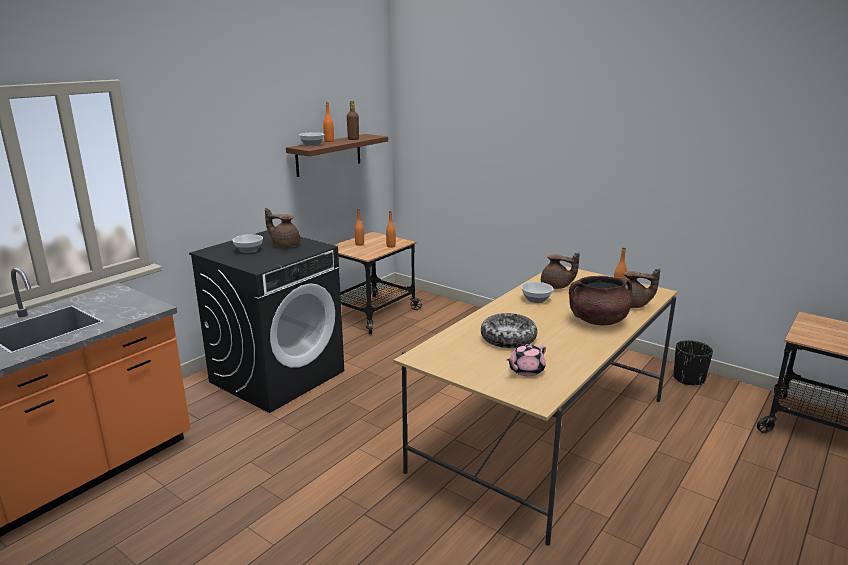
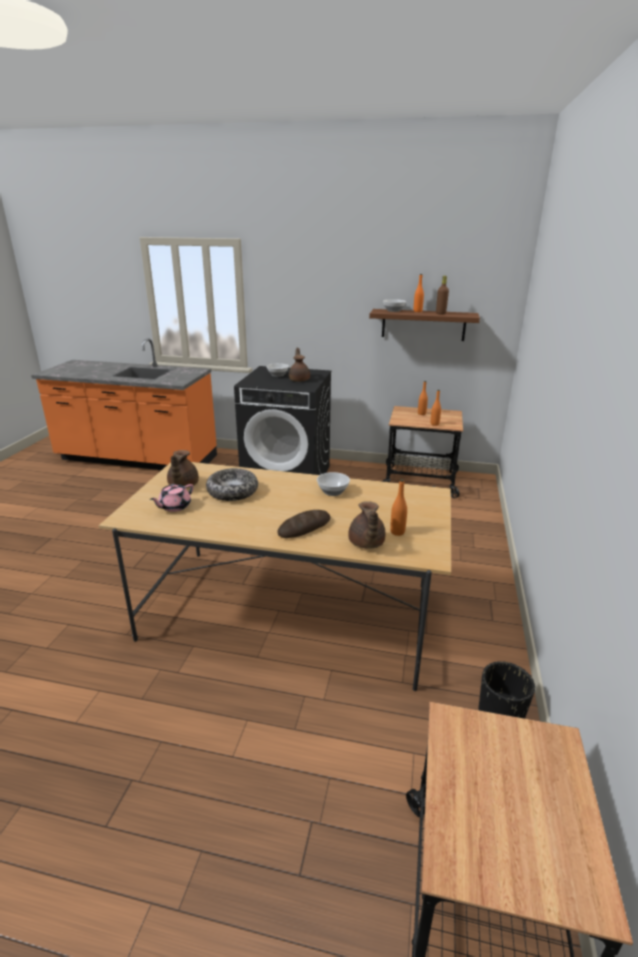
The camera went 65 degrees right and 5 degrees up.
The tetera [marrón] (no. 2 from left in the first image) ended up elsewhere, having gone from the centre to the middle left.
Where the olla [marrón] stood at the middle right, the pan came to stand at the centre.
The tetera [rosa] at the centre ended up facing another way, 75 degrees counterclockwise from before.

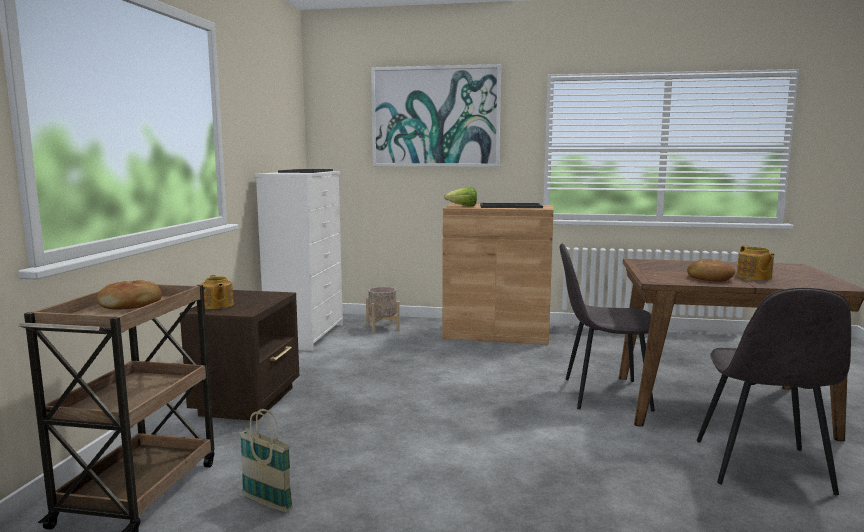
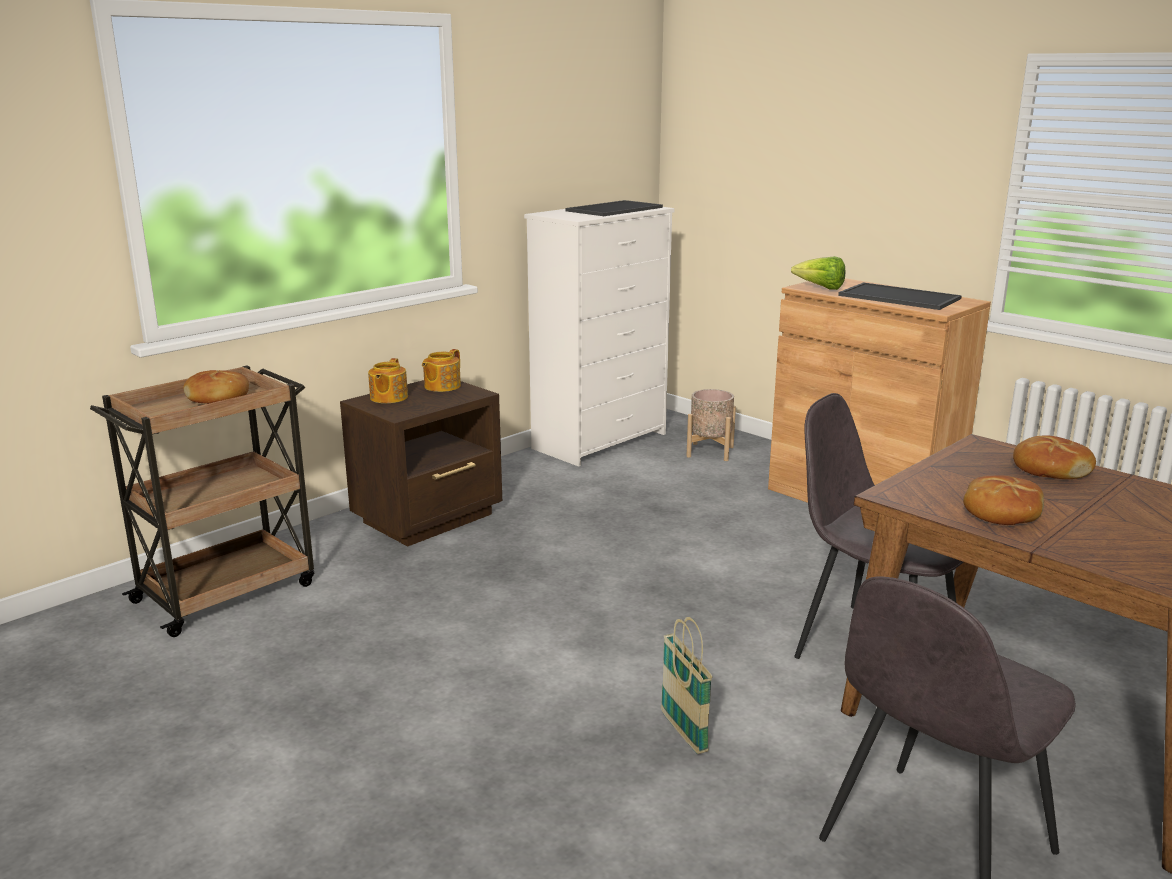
The camera went 35 degrees right and 10 degrees up.
The second view lost the cuadro at the top centre.
The tetera (no. 2 from left) ended up elsewhere, having gone from the middle right to the centre.
The cesta ended up elsewhere, having gone from the bottom left to the bottom centre.
The second view gained the pan (no. 3 from left) at the middle right.

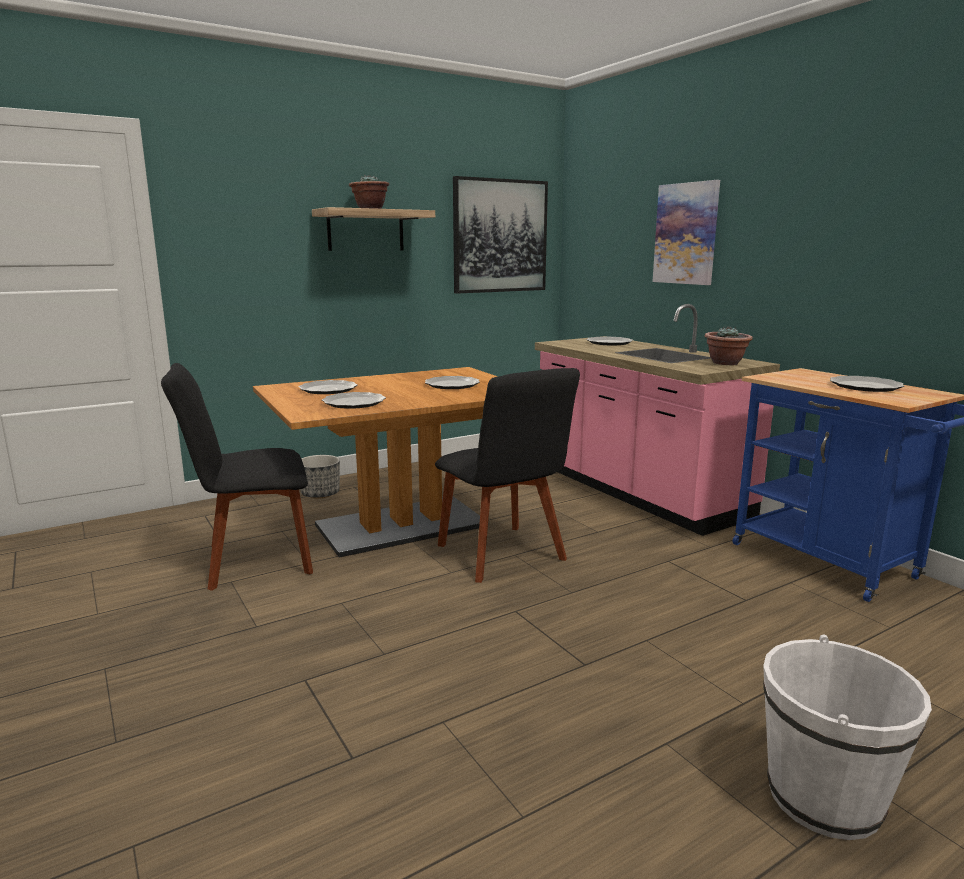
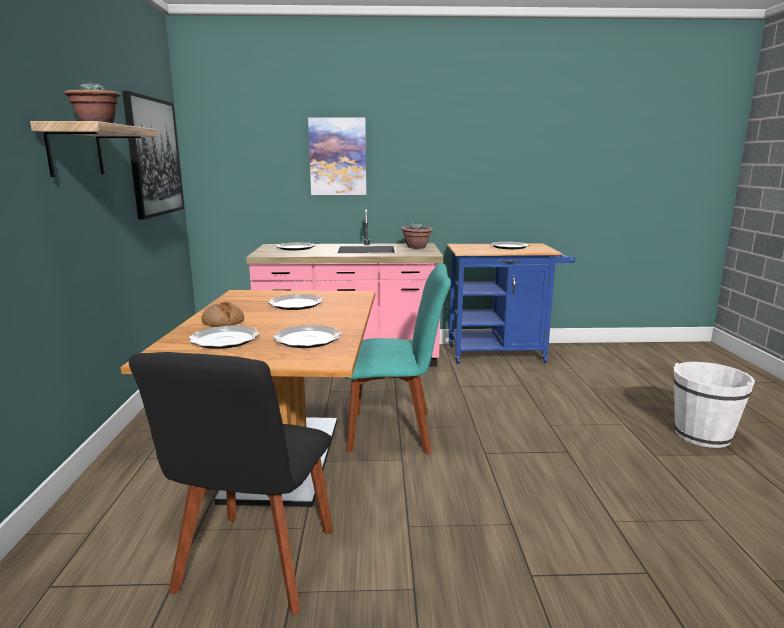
The camera went 60 degrees left and 0 degrees up.
What was the silla [negro] (no. 2 from left) at the centre turned into the silla [turquesa] at the centre.
The second view lost the maceta at the middle left.
The second view gained the pan at the middle left.

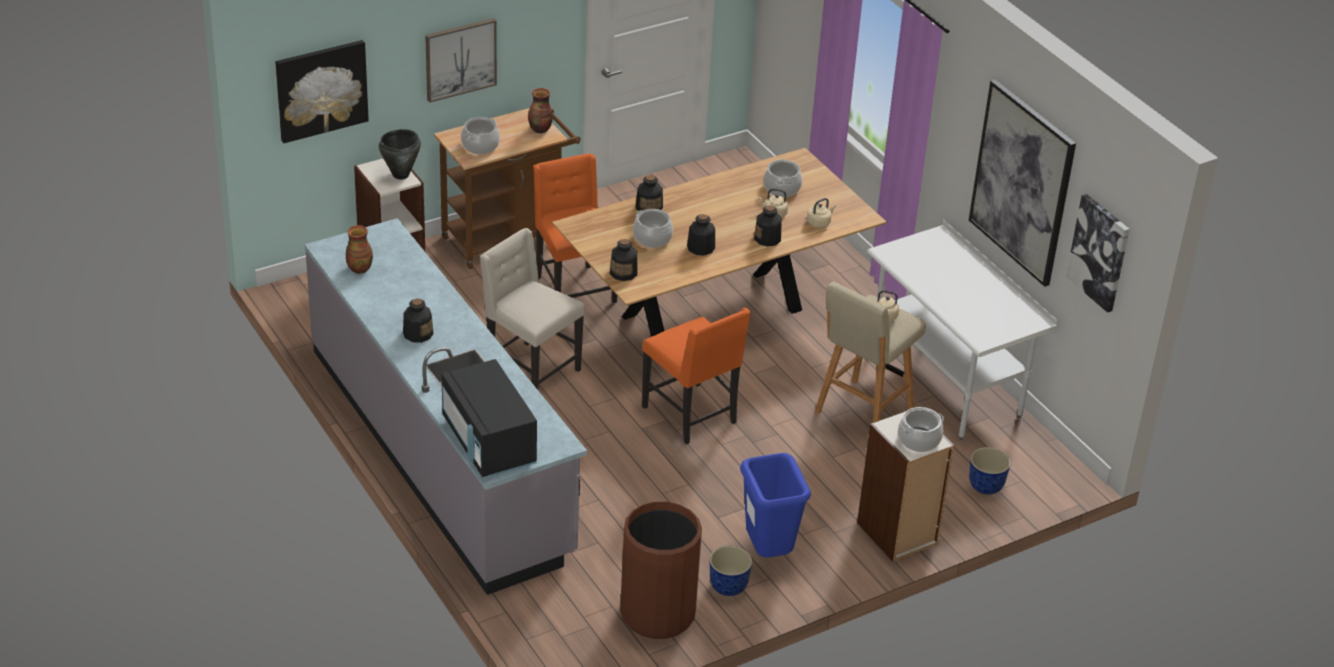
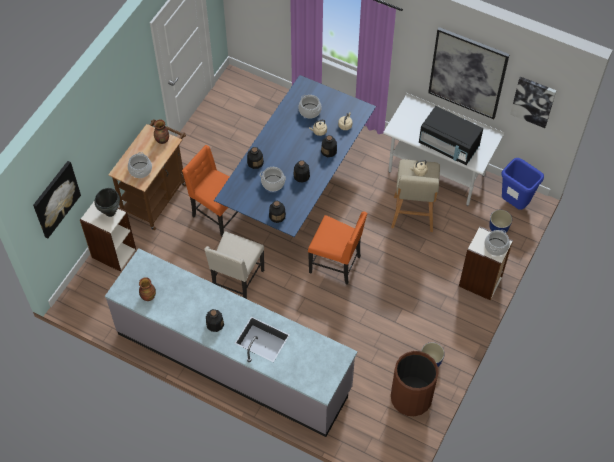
The camera went 30 degrees left and 20 degrees up.
The second view lost the cuadro (no. 2 from left) at the top centre.
What was the mesa de comedor [marrón] at the centre turned into the mesa de comedor [azul] at the centre.
The silla [beis] at the centre ended up facing another way, 75 degrees counterclockwise from before.
The microondas [negro] ended up elsewhere, having gone from the centre to the top right.
The papelera [azul] ended up elsewhere, having gone from the bottom centre to the middle right.

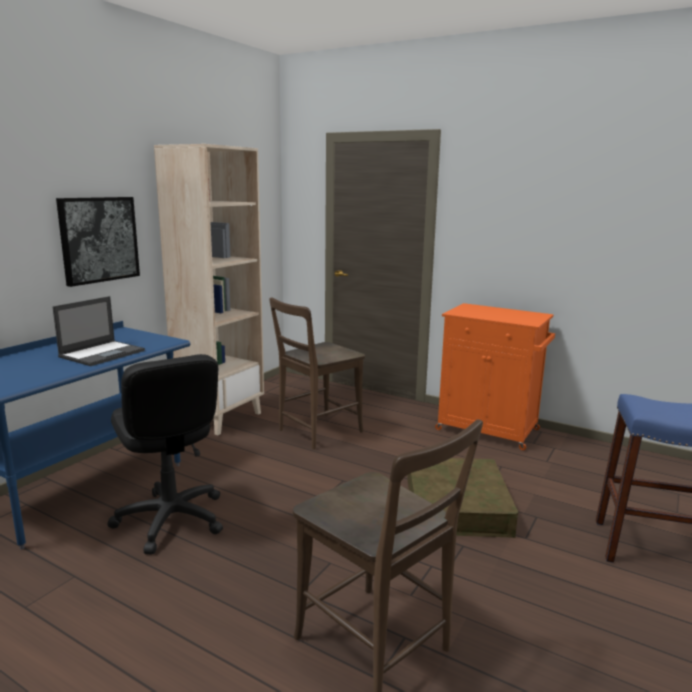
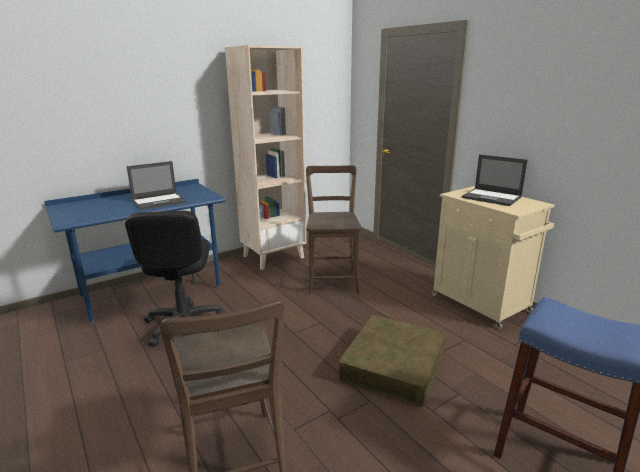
The camera went 25 degrees right and 5 degrees up.
The second view lost the cuadro at the middle left.
The silla [marrón] (no. 1 from left in the first image) at the centre ended up facing another way, 105 degrees clockwise from before.
What was the armario [naranja] at the middle right turned into the armario [beis] at the middle right.
The second view gained the portátil (no. 2 from left) at the middle right.

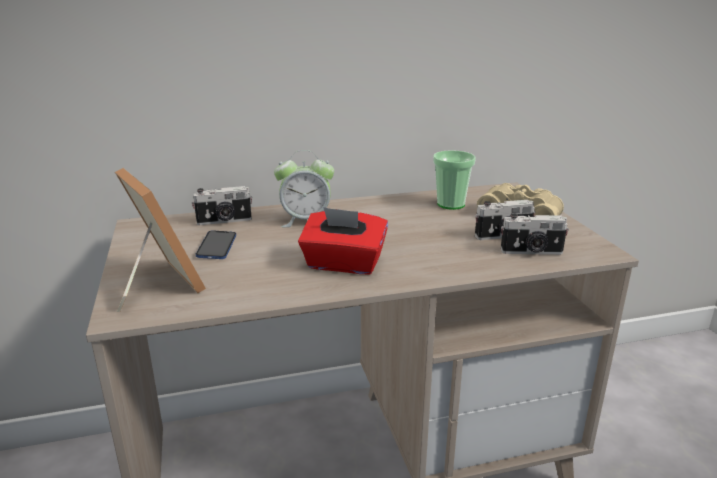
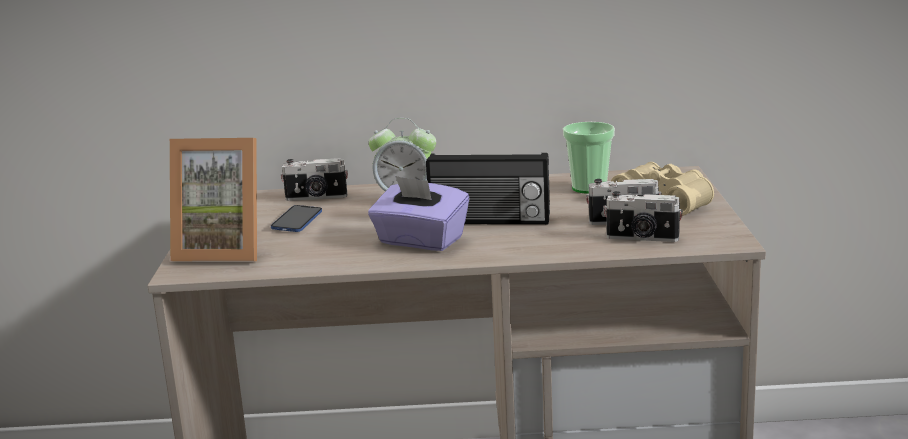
The camera went 15 degrees right and 5 degrees down.
The portarretratos at the middle left ended up facing another way, 120 degrees clockwise from before.
What was the caja de pañuelos [rojo] at the centre turned into the caja de pañuelos [morado] at the centre.
The second view gained the radio at the centre.

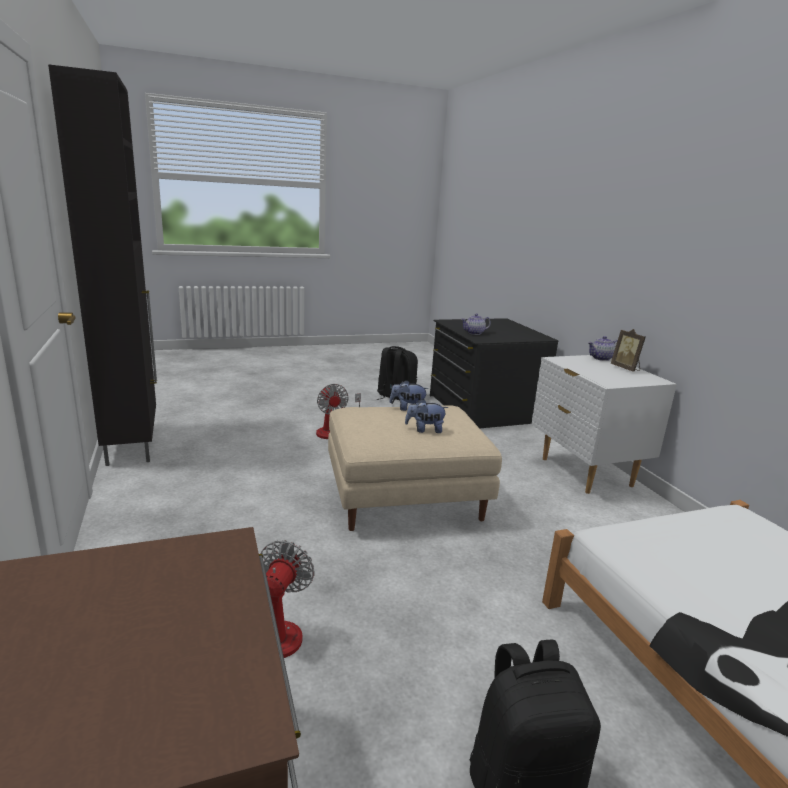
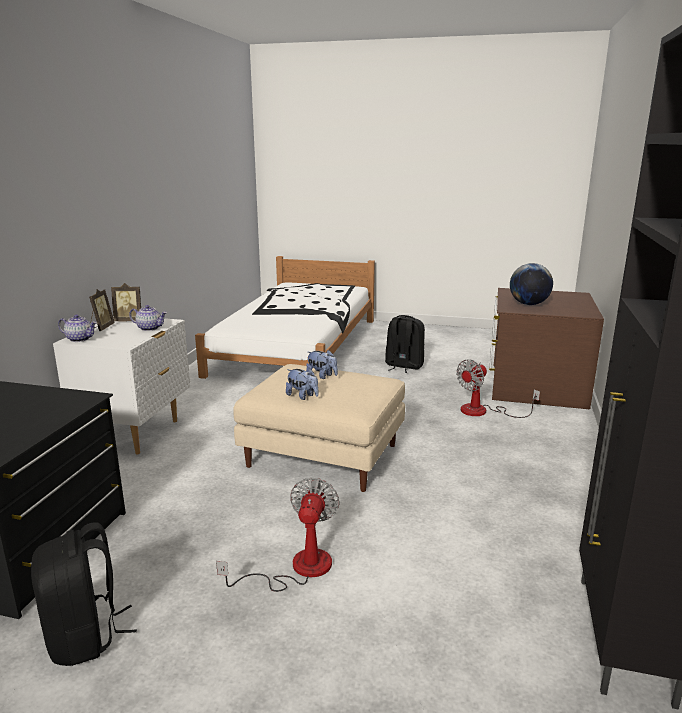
The camera went 145 degrees left and 0 degrees up.
The tetera (no. 1 from left in the first image) ended up elsewhere, having gone from the centre to the middle left.
The second view gained the globo terráqueo at the middle right.
The second view gained the portarretratos (no. 2 from left) at the middle left.

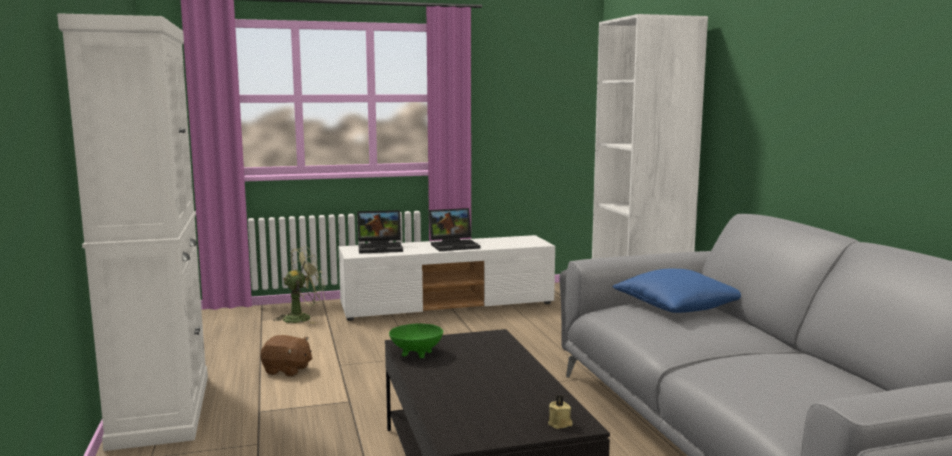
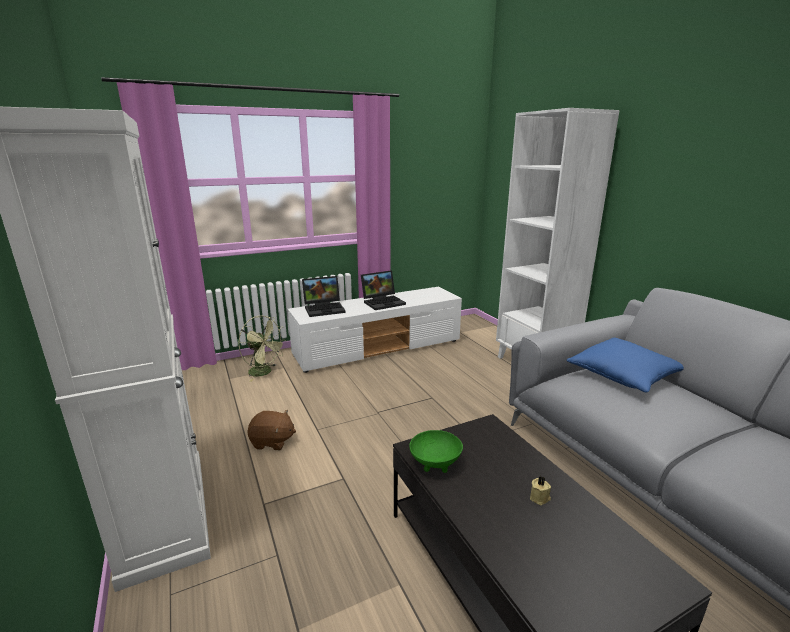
The camera went 10 degrees left and 10 degrees up.
The ventilador [verde] at the middle left ended up facing another way, 75 degrees clockwise from before.
The vela [beis] ended up elsewhere, having gone from the bottom centre to the bottom right.

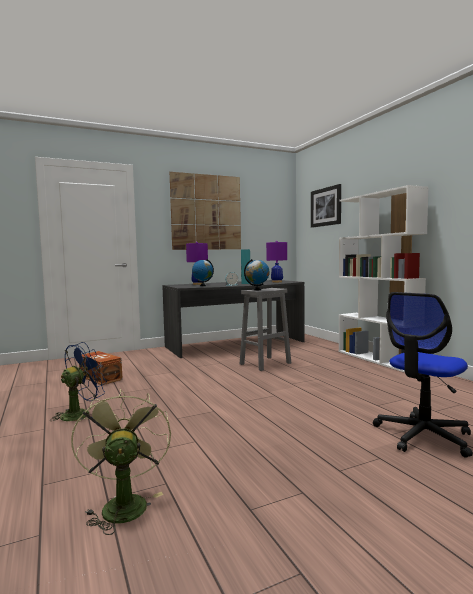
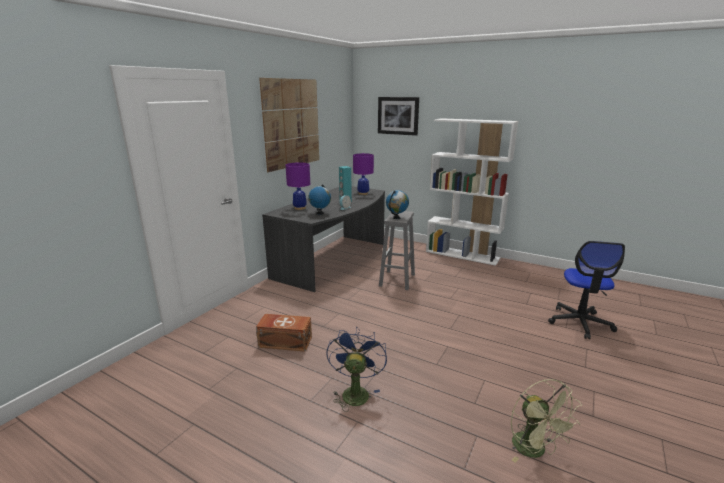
The camera went 35 degrees left and 15 degrees up.
The ventilador [verde] at the bottom left ended up facing another way, 150 degrees counterclockwise from before.

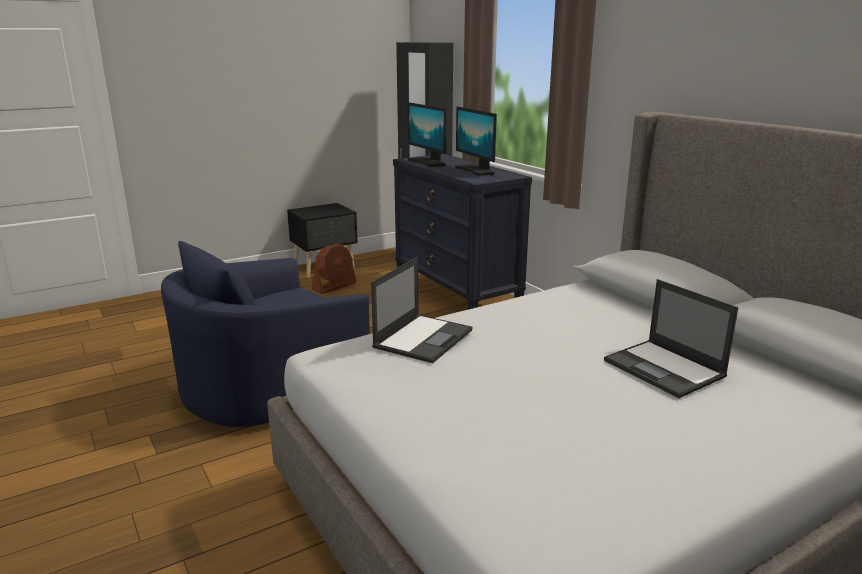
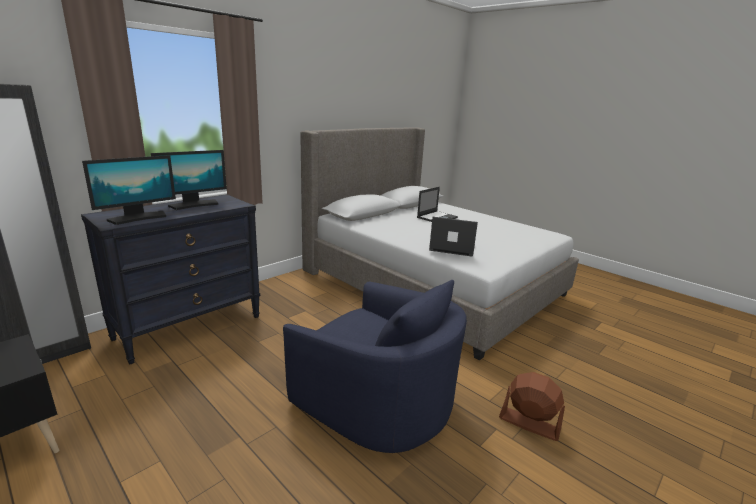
The camera went 105 degrees left and 0 degrees up.
The ventilador [marrón] ended up elsewhere, having gone from the centre to the bottom right.

